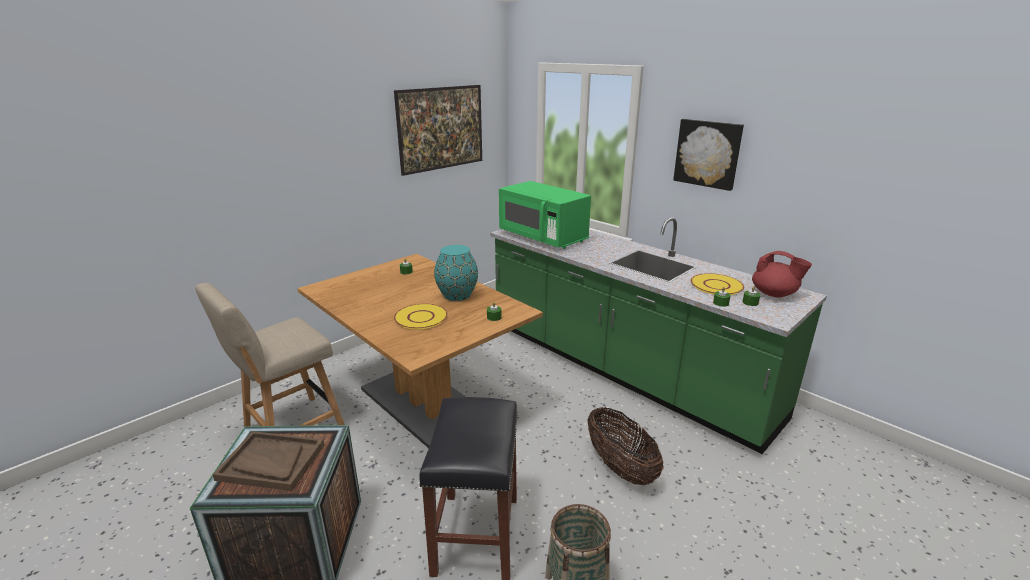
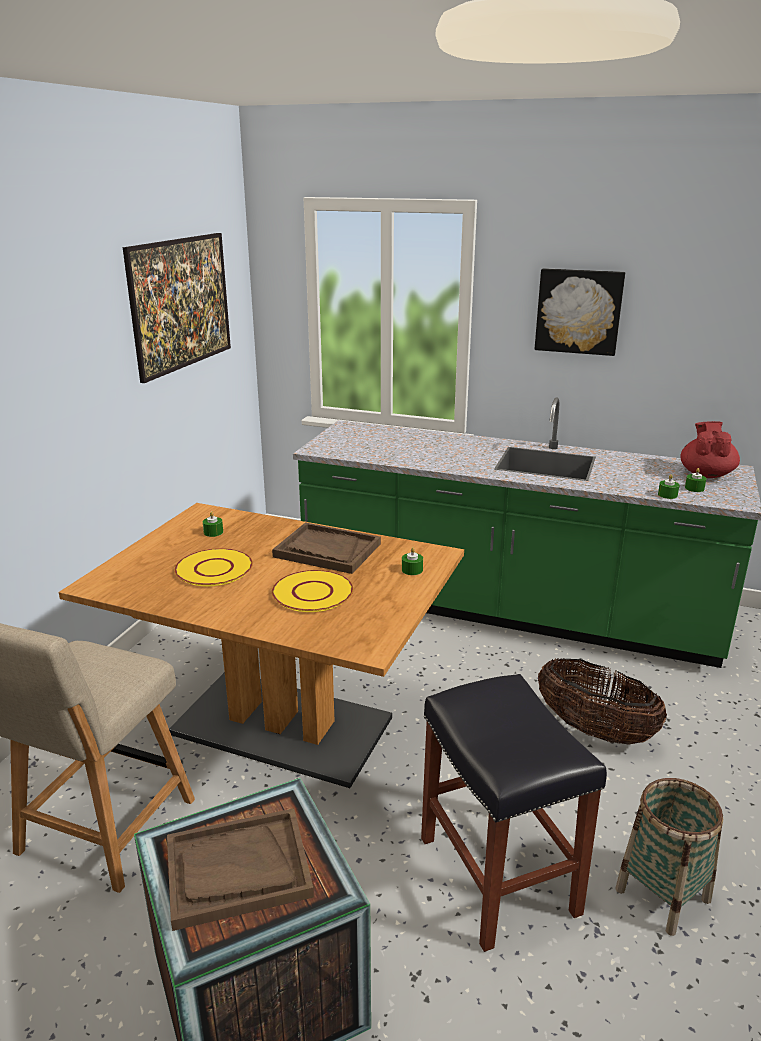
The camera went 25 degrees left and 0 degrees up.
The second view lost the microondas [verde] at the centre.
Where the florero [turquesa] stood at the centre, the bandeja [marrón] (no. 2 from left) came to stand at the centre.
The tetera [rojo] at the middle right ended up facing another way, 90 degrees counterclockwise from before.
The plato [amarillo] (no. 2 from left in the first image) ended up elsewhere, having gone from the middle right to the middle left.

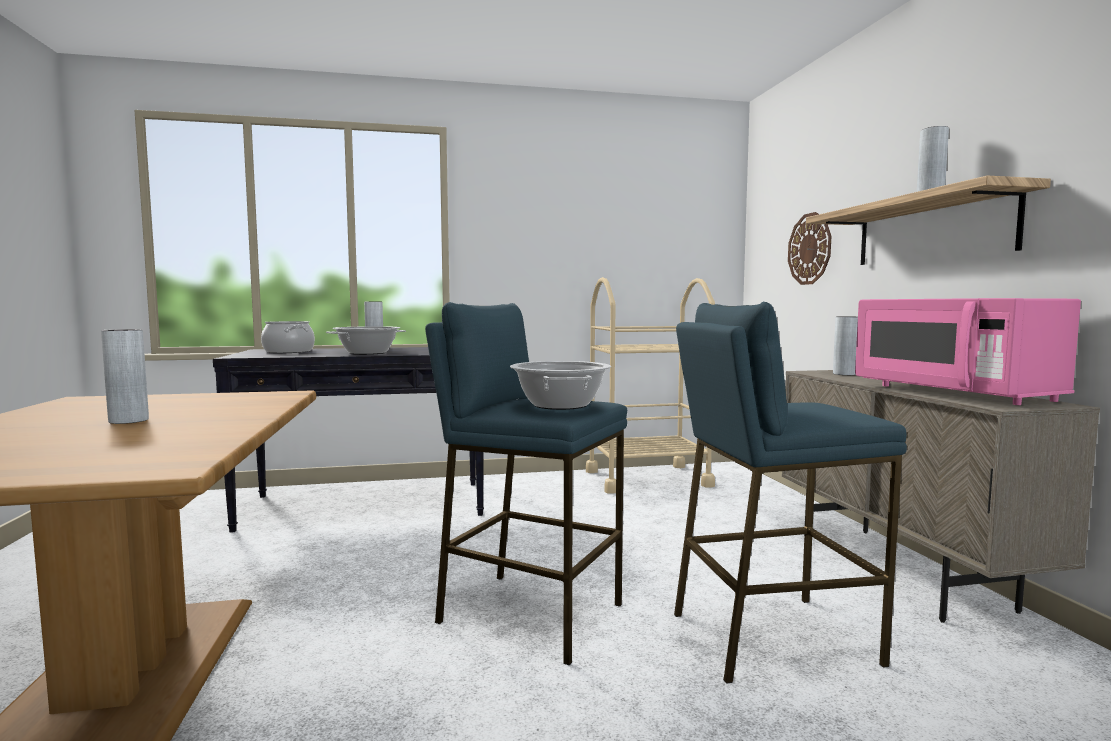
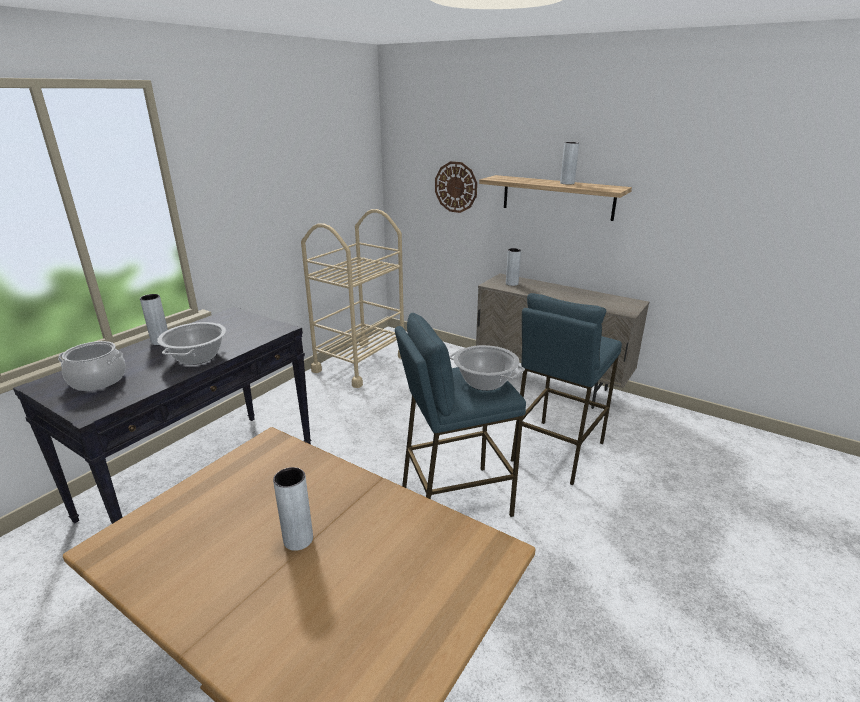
The camera went 45 degrees left and 20 degrees up.
The second view lost the microondas [rosa] at the middle right.

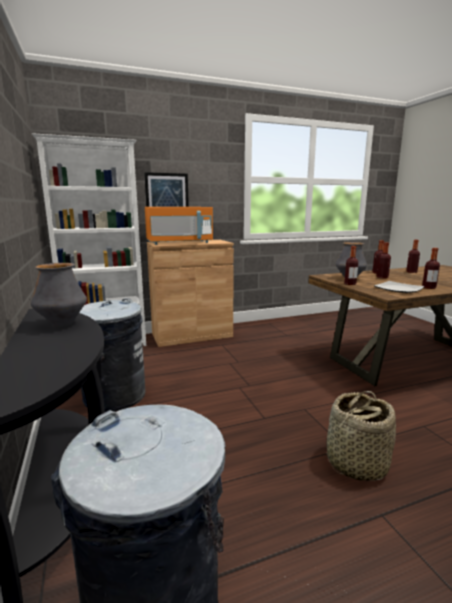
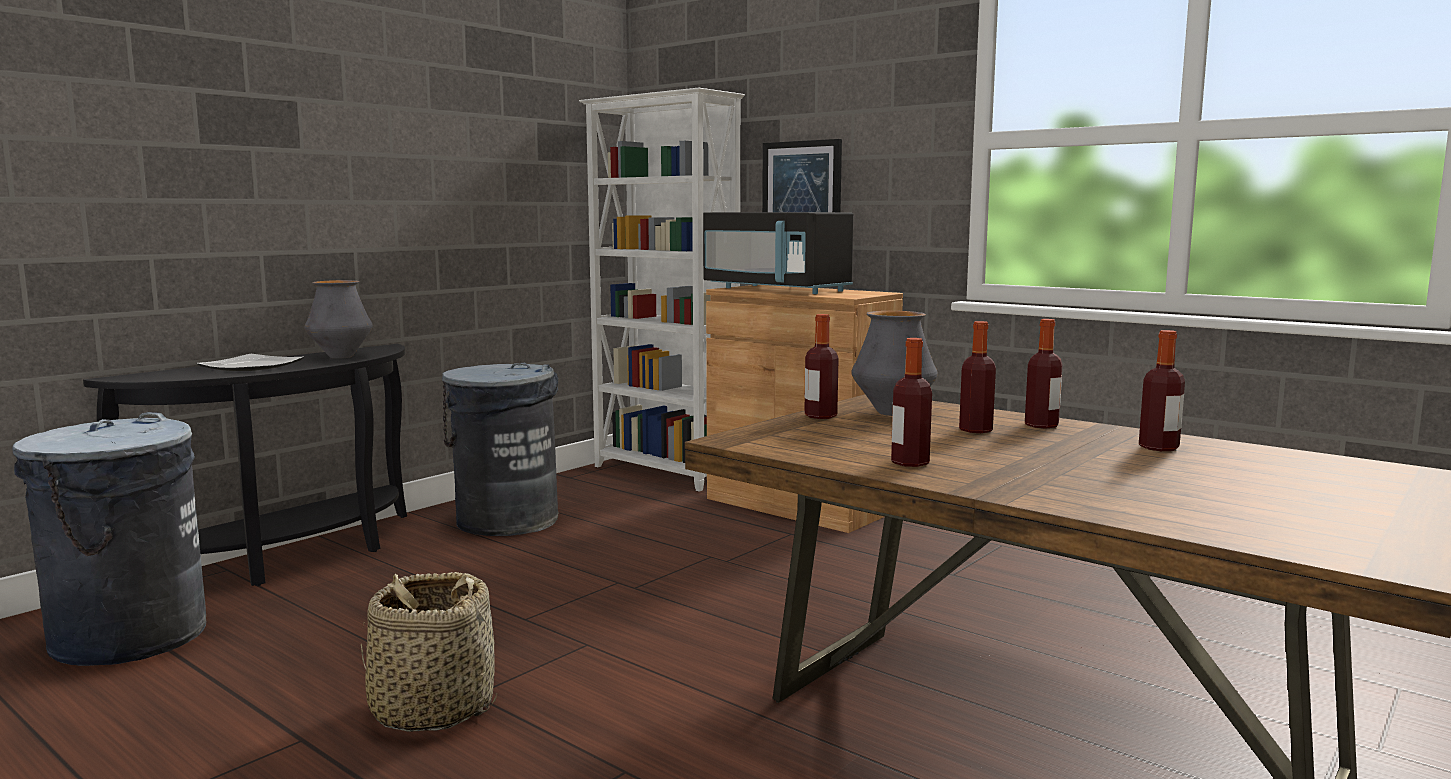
The camera went 60 degrees right and 5 degrees down.
What was the microondas [naranja] at the centre turned into the microondas [negro] at the top centre.
The plato ended up elsewhere, having gone from the middle right to the middle left.

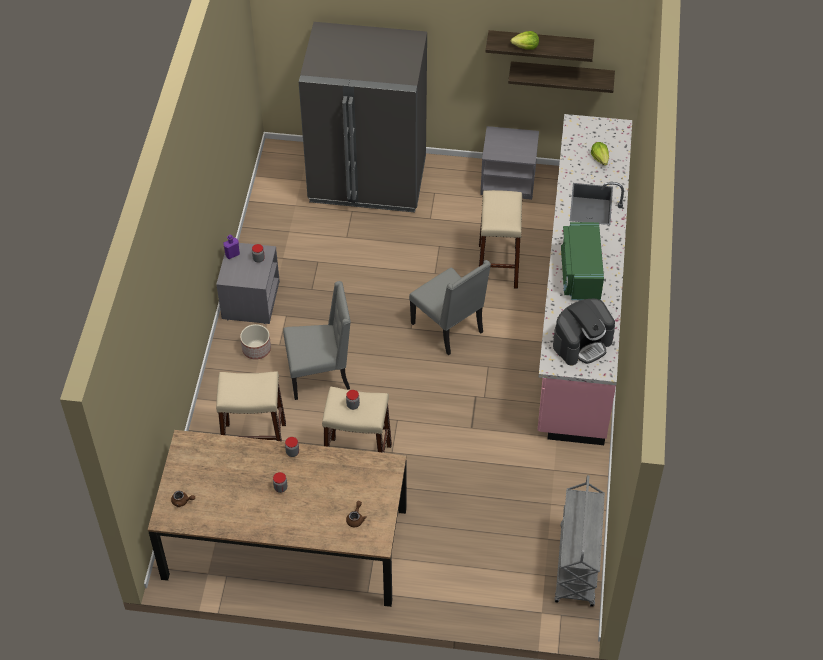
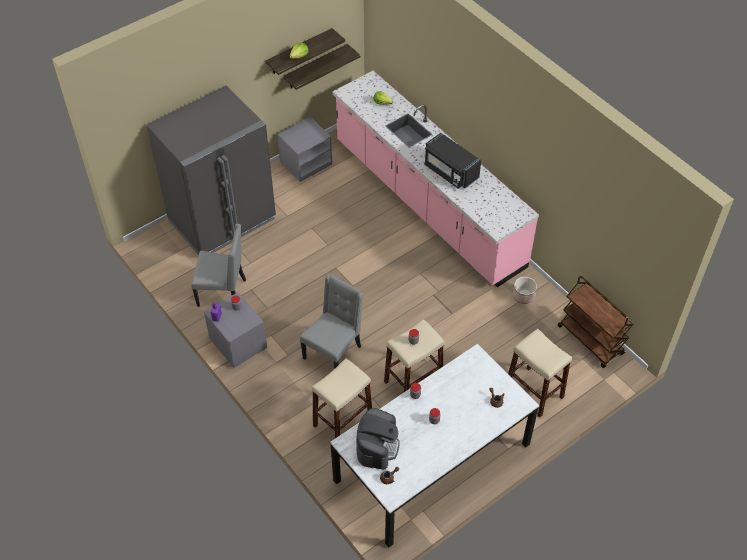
The camera went 45 degrees left and 0 degrees up.
The taburete [beis] (no. 3 from left) ended up elsewhere, having gone from the centre to the middle right.
What was the microondas [verde] at the middle right turned into the microondas [negro] at the top centre.
The silla [gris] (no. 2 from left in the first image) ended up elsewhere, having gone from the centre to the middle left.
The cafetera ended up elsewhere, having gone from the middle right to the bottom centre.
The maceta ended up elsewhere, having gone from the middle left to the middle right.
What was the mesa de comedor [marrón] at the bottom centre turned into the mesa de comedor [blanco] at the bottom centre.
What was the carrito [gris] at the bottom right turned into the carrito [marrón] at the middle right.

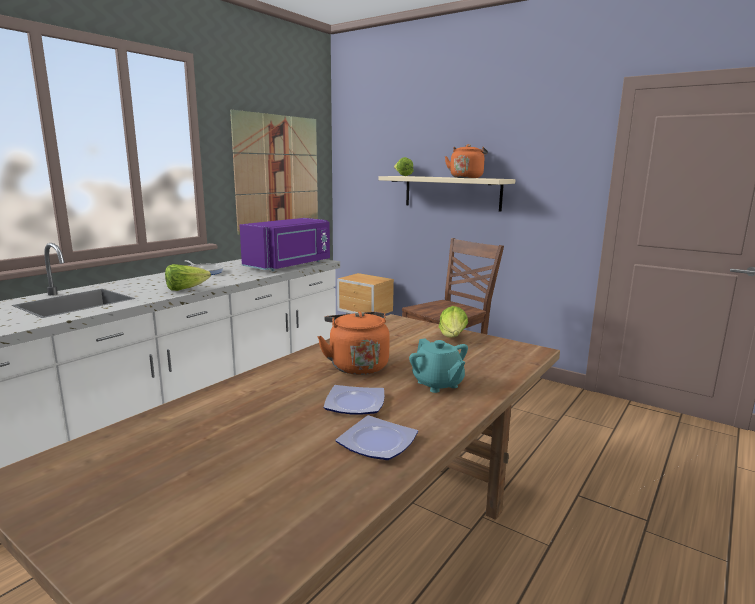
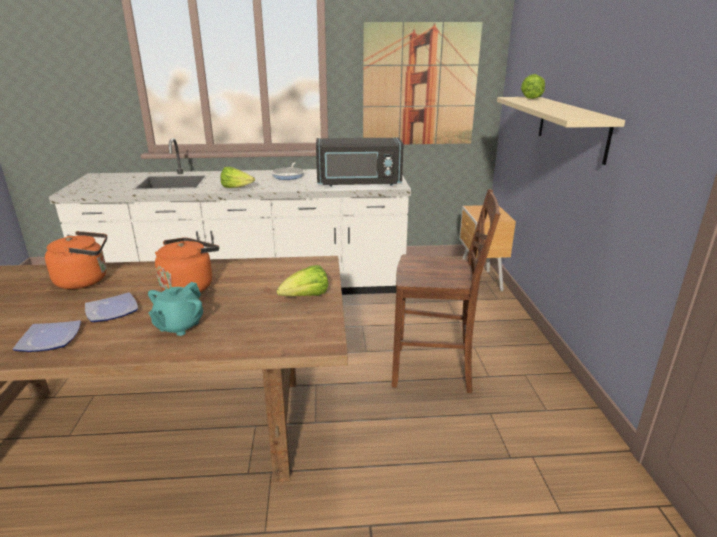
The camera went 50 degrees right and 10 degrees up.
The hervidor [naranja] (no. 2 from left in the first image) ended up elsewhere, having gone from the top centre to the middle left.
What was the microondas [morado] at the centre turned into the microondas [negro] at the top centre.

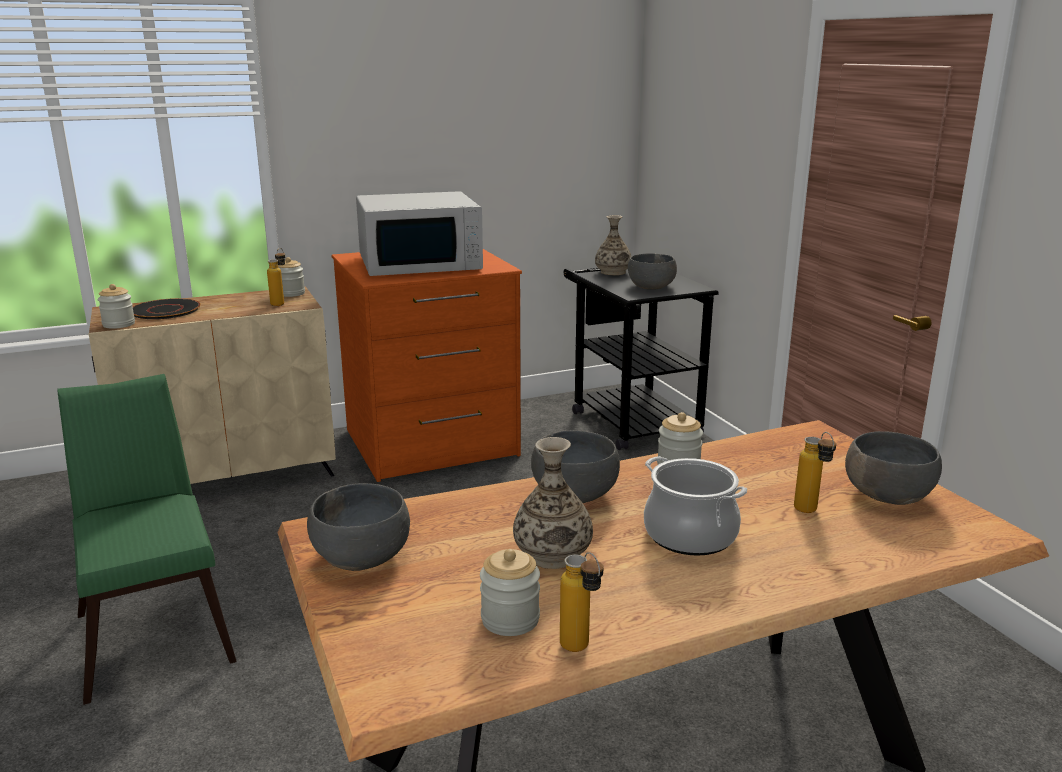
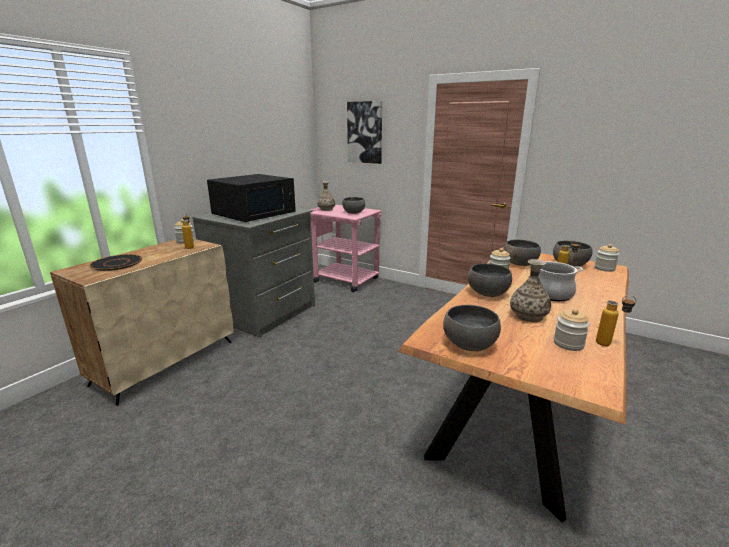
The camera went 35 degrees left and 0 degrees up.
What was the microondas [blanco] at the top centre turned into the microondas [negro] at the centre.
What was the cómoda [naranja] at the centre turned into the cómoda [gris] at the centre.
What was the carrito [negro] at the centre turned into the carrito [rosa] at the centre.
The tarro (no. 1 from left in the first image) ended up elsewhere, having gone from the middle left to the middle right.
The second view lost the silla [verde] at the bottom left.
The second view gained the cuadro at the top centre.
The second view gained the cuenco [gris] (no. 4 from left) at the middle right.

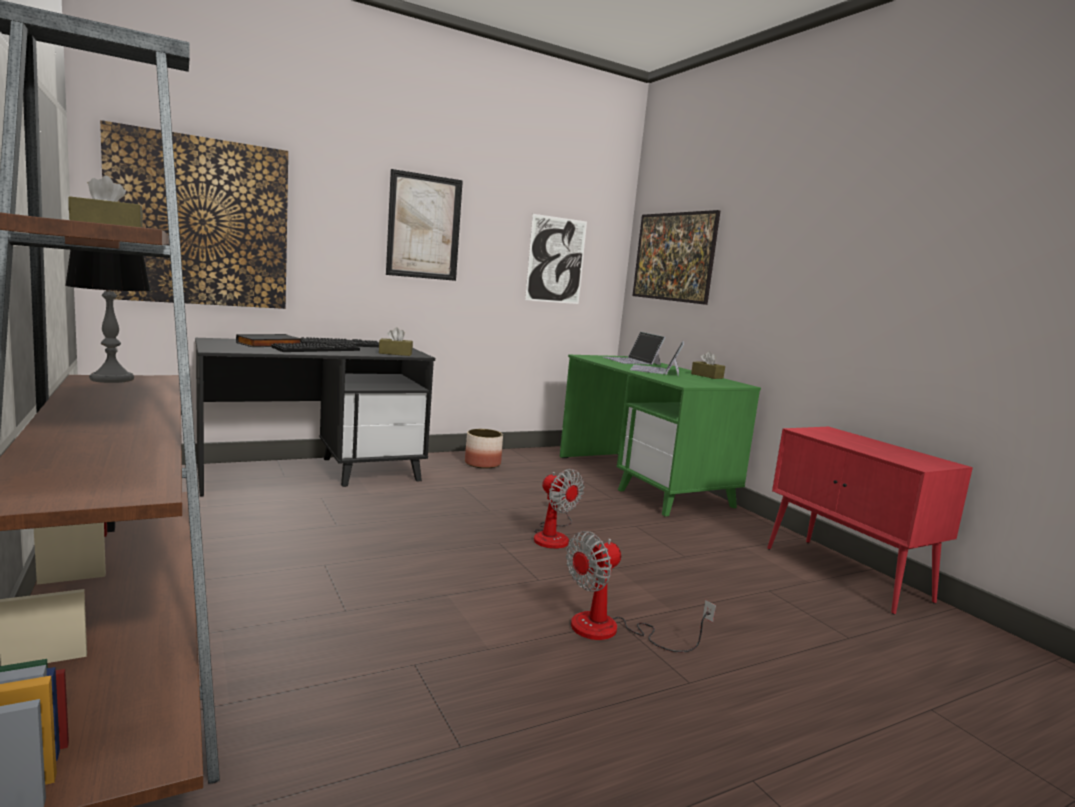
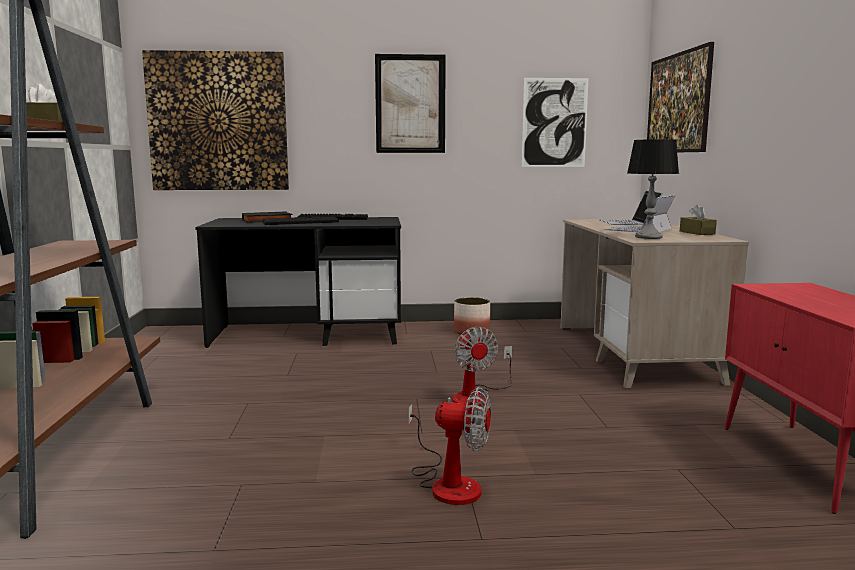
The camera went 25 degrees right and 0 degrees up.
The lámpara de mesa ended up elsewhere, having gone from the middle left to the top right.
The second view lost the caja de pañuelos [marrón] (no. 2 from left) at the centre.
What was the escritorio [verde] at the centre turned into the escritorio [beis] at the middle right.
The ventilador (no. 2 from left in the first image) at the bottom centre ended up facing another way, 150 degrees counterclockwise from before.

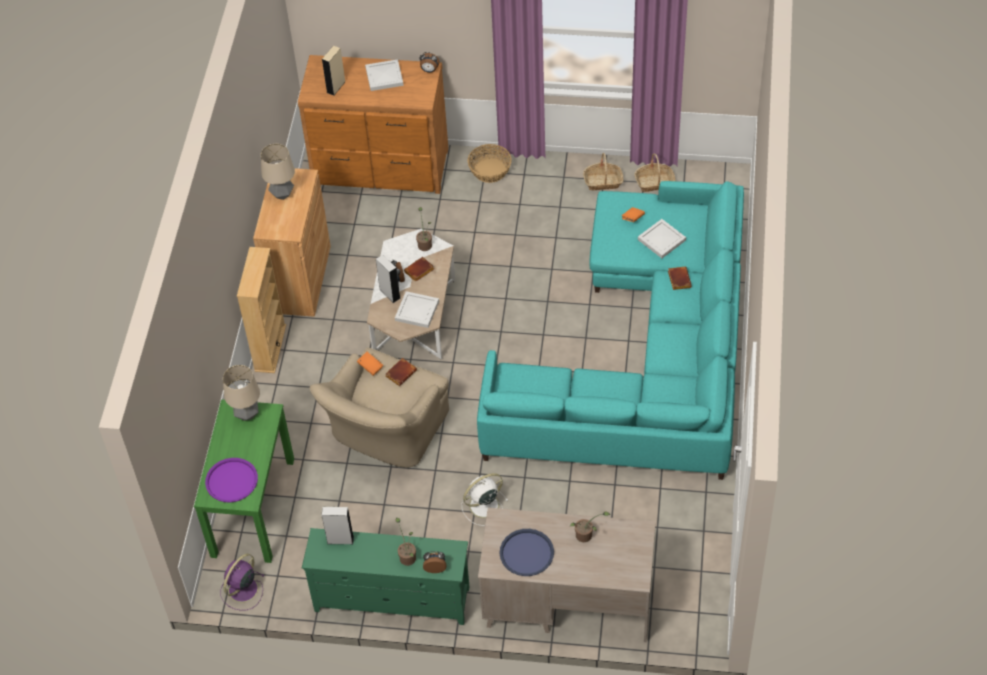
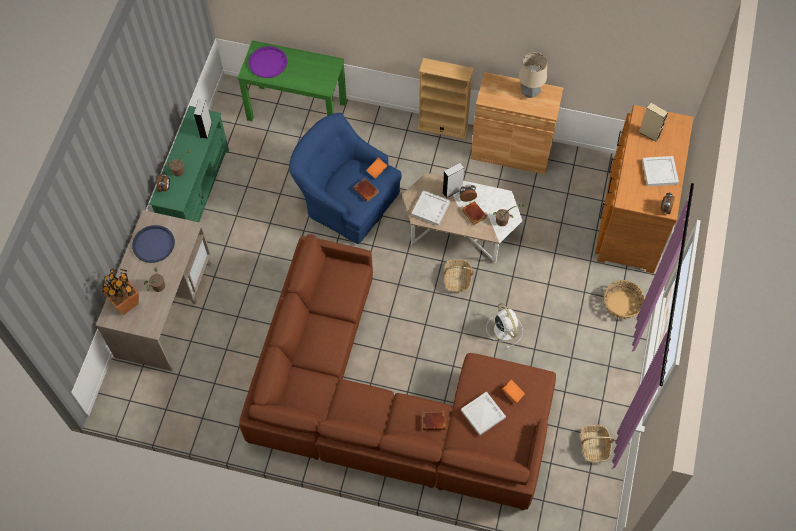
The camera went 95 degrees right and 10 degrees up.
The cesta (no. 2 from left in the first image) ended up elsewhere, having gone from the top centre to the centre.
What was the sofá [turquesa] at the centre turned into the sofá [marrón] at the bottom centre.
What was the sillón [beis] at the centre turned into the sillón [azul] at the centre.
The second view lost the lámpara de mesa (no. 1 from left) at the middle left.
The ventilador [blanco] ended up elsewhere, having gone from the bottom centre to the centre.
The second view lost the ventilador [morado] at the bottom left.
The second view gained the planta en maceta (no. 1 from left) at the middle left.

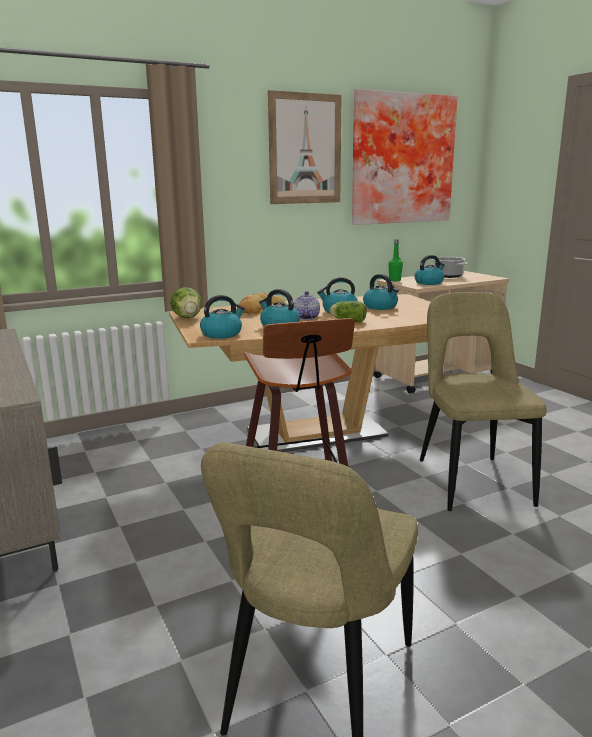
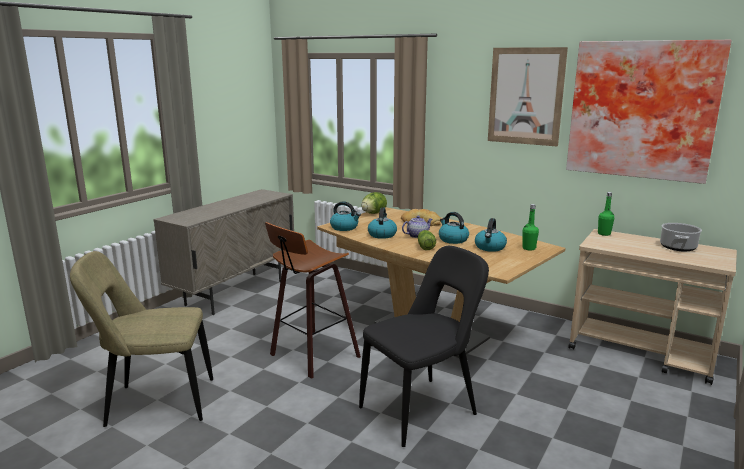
The camera went 60 degrees right and 0 degrees up.
The second view lost the hervidor (no. 5 from left) at the middle right.
What was the silla [beis] (no. 2 from left) at the middle right turned into the silla [negro] at the bottom centre.
The second view gained the botella [verde] (no. 1 from left) at the middle right.

